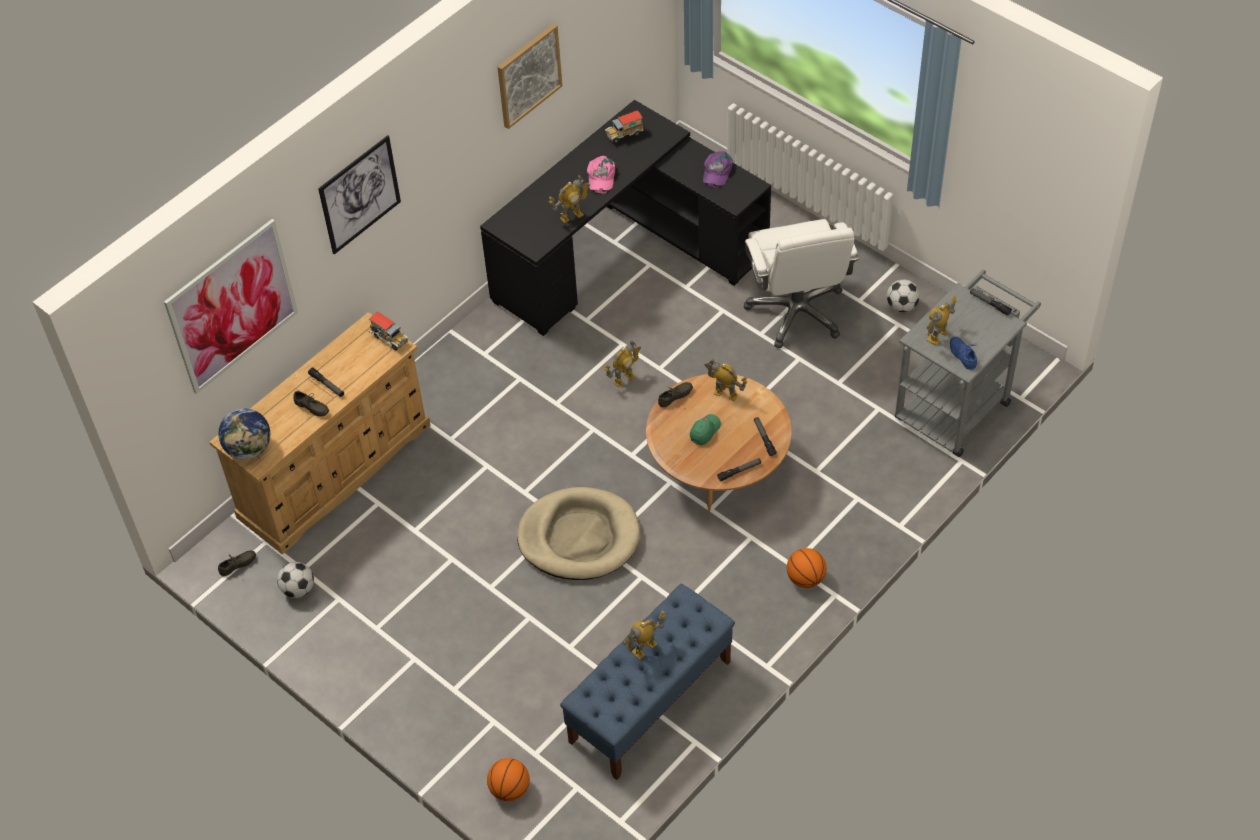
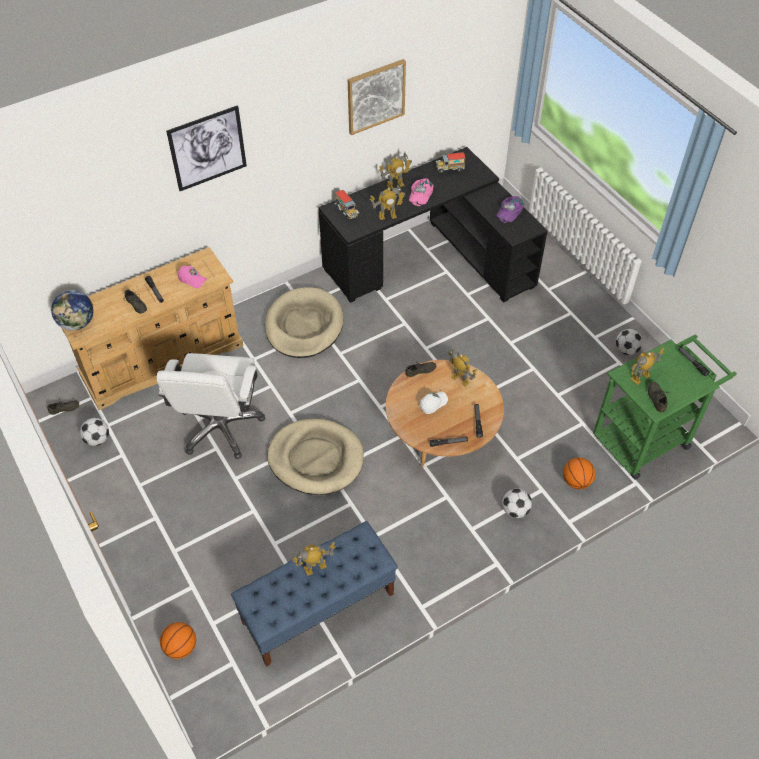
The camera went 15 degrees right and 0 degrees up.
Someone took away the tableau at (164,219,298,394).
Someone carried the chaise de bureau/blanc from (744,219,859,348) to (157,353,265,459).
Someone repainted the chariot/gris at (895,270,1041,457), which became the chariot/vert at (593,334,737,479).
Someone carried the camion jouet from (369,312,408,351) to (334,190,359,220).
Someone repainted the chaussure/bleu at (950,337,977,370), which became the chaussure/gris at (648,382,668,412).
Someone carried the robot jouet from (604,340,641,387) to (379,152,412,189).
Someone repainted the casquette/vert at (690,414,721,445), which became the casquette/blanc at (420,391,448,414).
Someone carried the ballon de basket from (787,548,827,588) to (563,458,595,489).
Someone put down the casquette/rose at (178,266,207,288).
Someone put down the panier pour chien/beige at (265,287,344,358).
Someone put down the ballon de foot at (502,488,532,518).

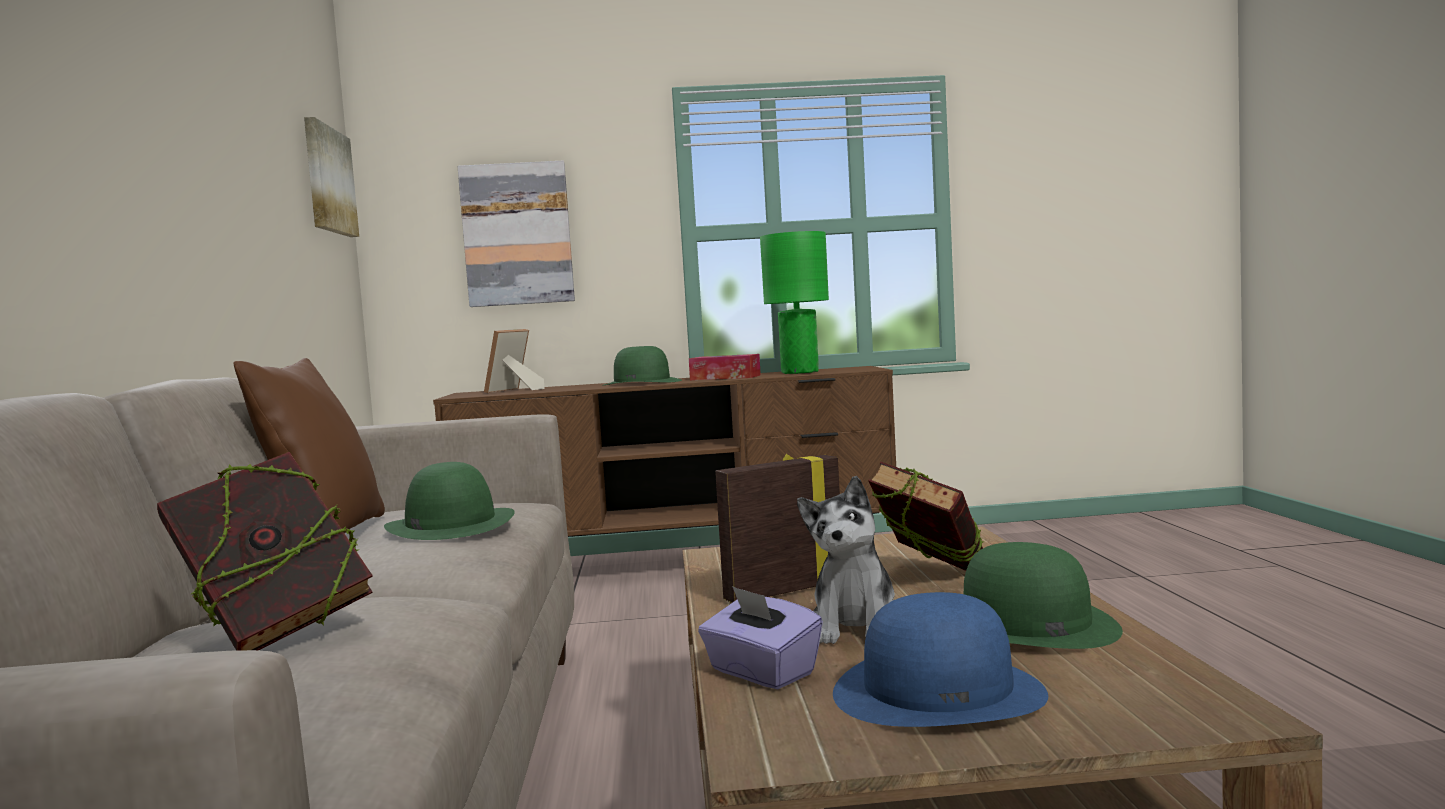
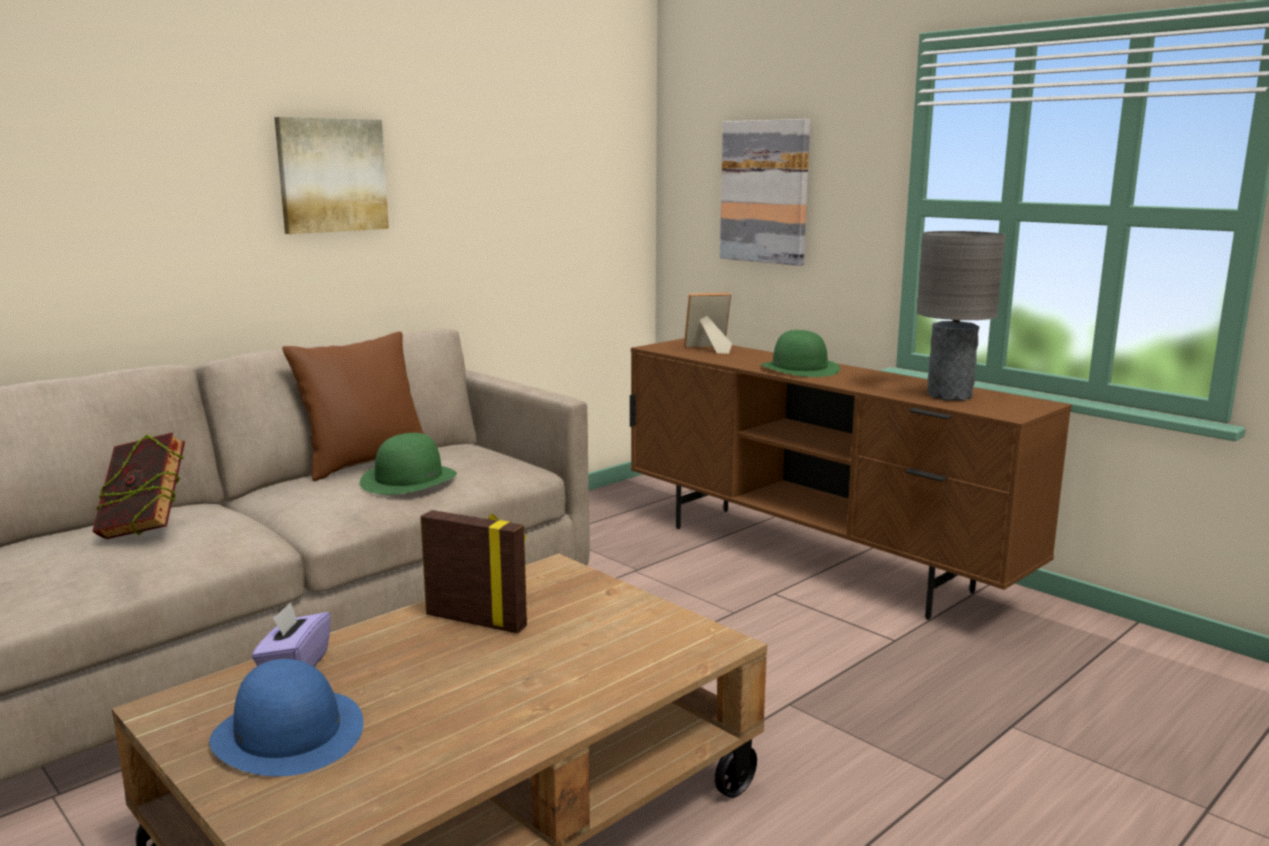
The camera went 50 degrees right and 10 degrees up.
Someone carried the tableau from (304,117,359,237) to (274,117,389,234).
Someone repainted the lampe de table/vert at (760,231,829,374), which became the lampe de table/gris at (917,231,1006,401).
Someone took away the boîte à mouchoirs at (689,354,761,380).
Someone took away the livre at (868,461,983,571).
Someone took away the peluche at (797,476,895,644).
Someone took away the chapeau/vert at (964,542,1123,649).

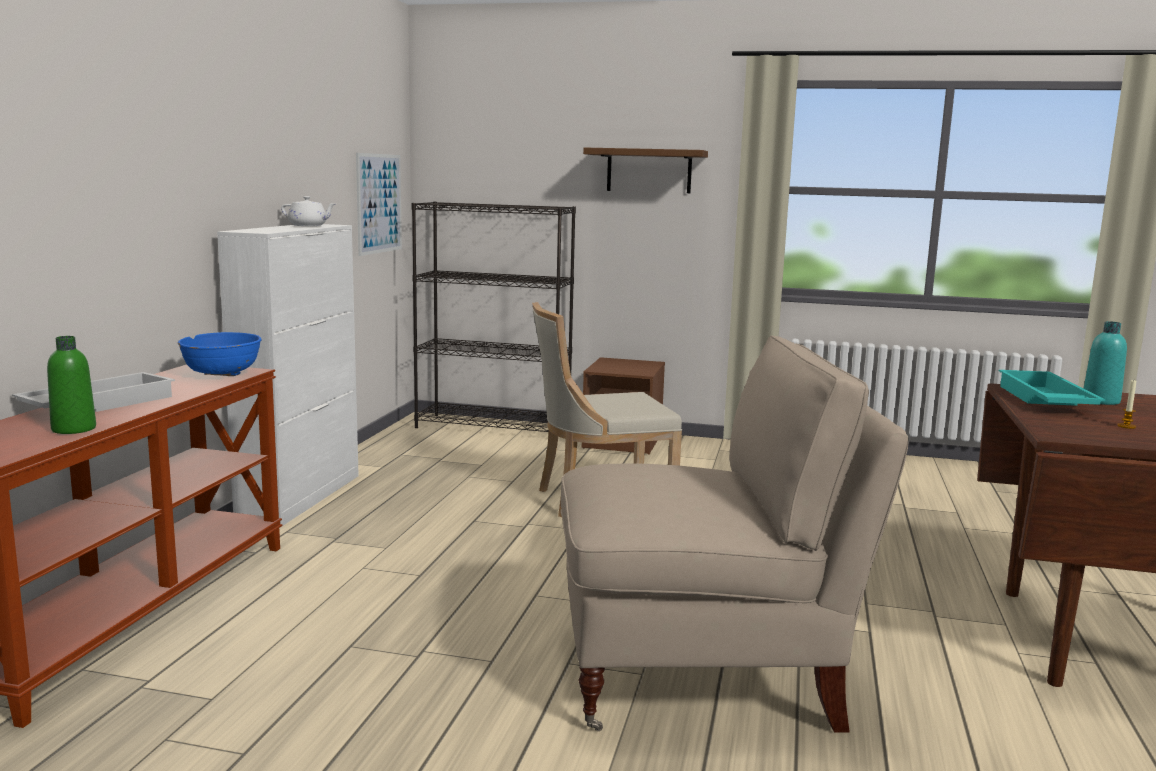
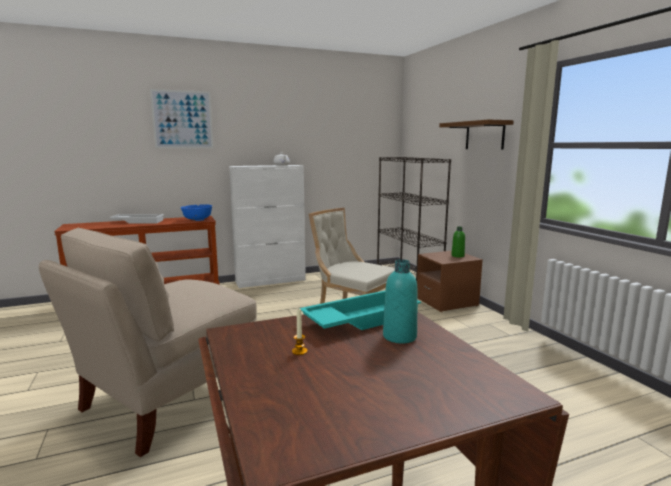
The camera went 55 degrees right and 0 degrees up.
Someone carried the tableau from (356,153,402,256) to (150,89,213,148).
Someone rotated the chaise/beige at (560,335,909,733) by 75 degrees clockwise.
Someone carried the bouteille/vert from (47,336,96,434) to (451,227,465,258).

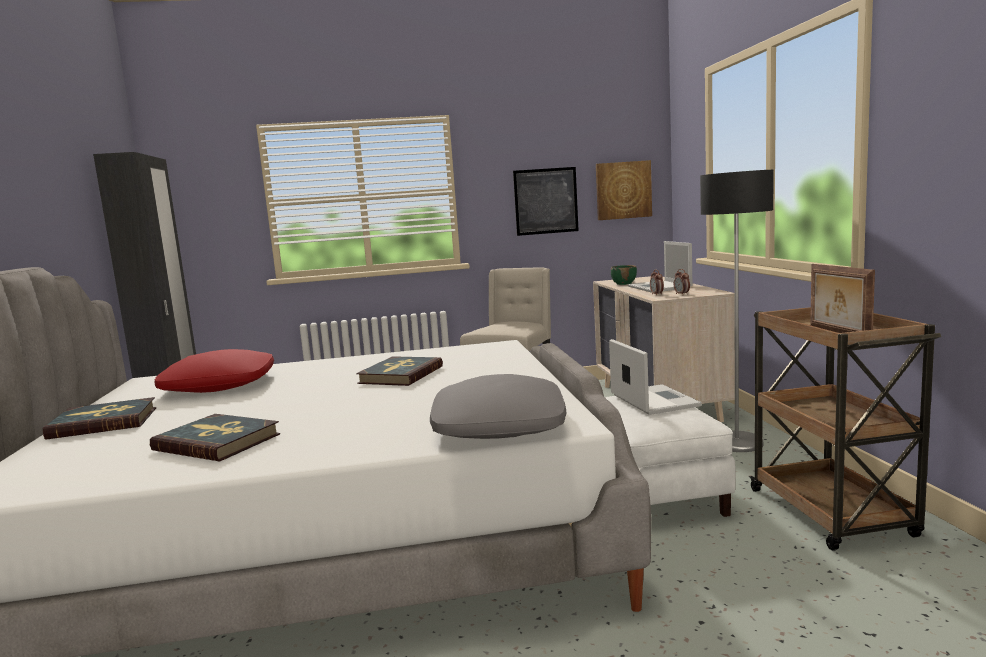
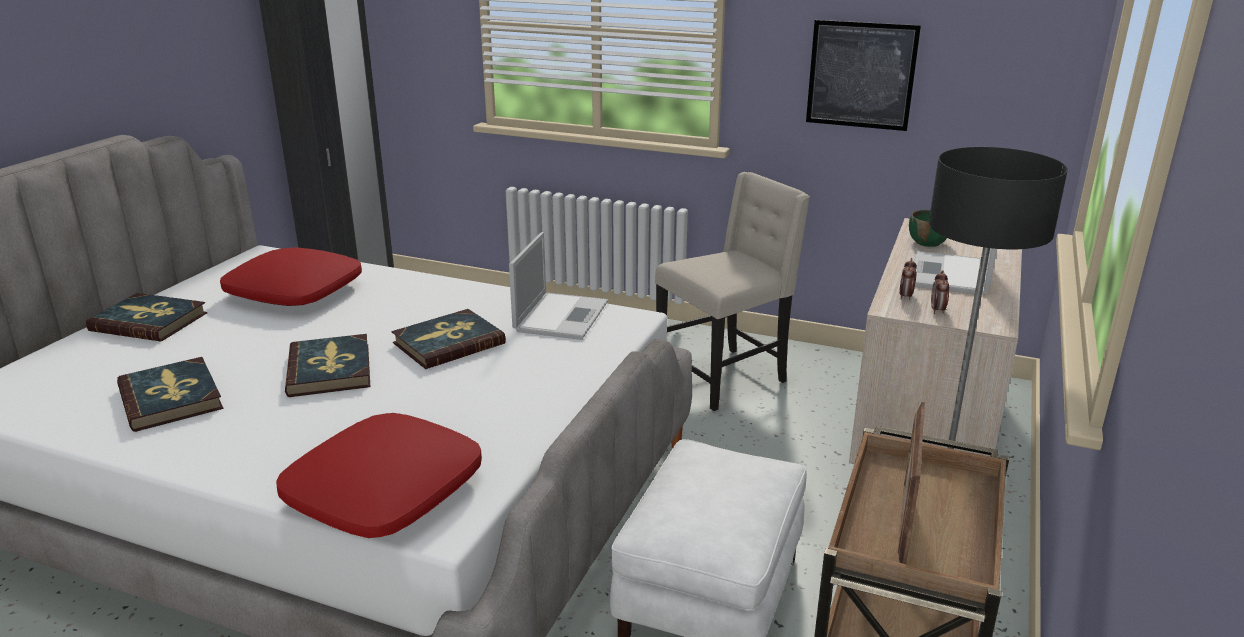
The camera went 30 degrees right and 15 degrees up.
Someone took away the tableau at (596,160,652,220).
Someone carried the ordinateur portable from (609,339,702,415) to (509,232,608,340).
Someone repainted the coussin/gris at (430,374,567,439), which became the coussin/rouge at (276,413,482,538).
Someone put down the livre at (285,334,370,397).

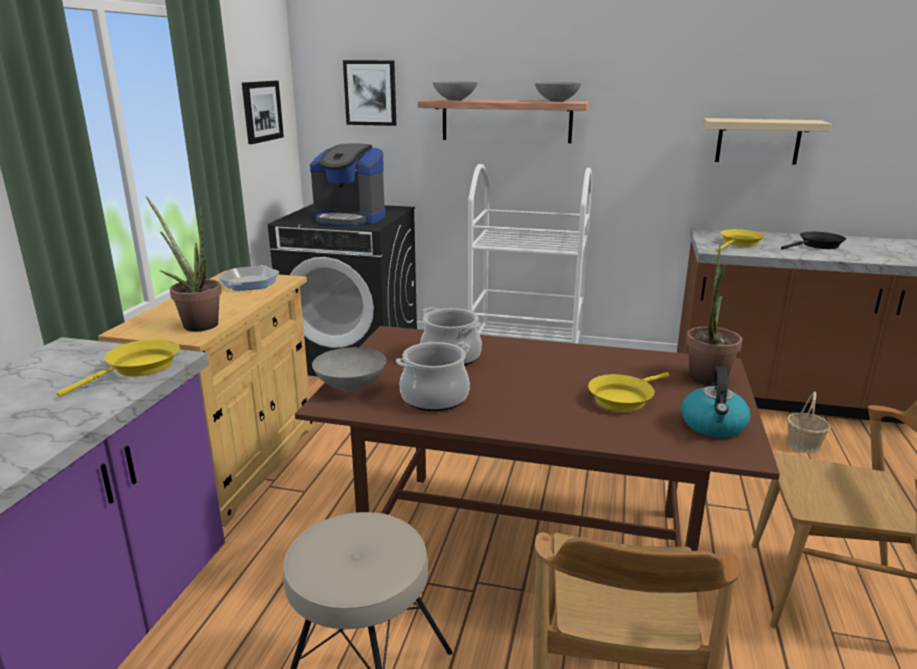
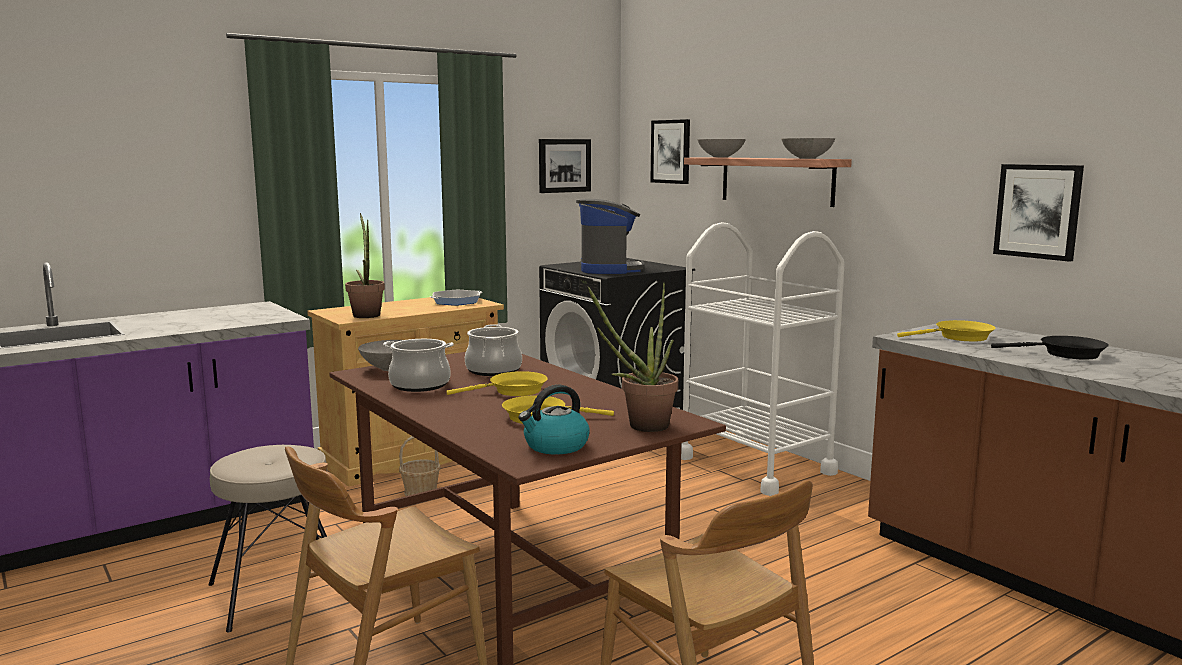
The camera went 40 degrees right and 10 degrees down.
Someone swapped the étagère/beige at (703,118,831,165) for the tableau at (993,164,1084,262).
Someone rotated the machine à café at (310,144,385,226) by 150 degrees counterclockwise.
Someone carried the poêle/jaune from (57,339,180,397) to (446,371,548,396).
Someone carried the panier from (786,391,831,453) to (399,436,441,496).

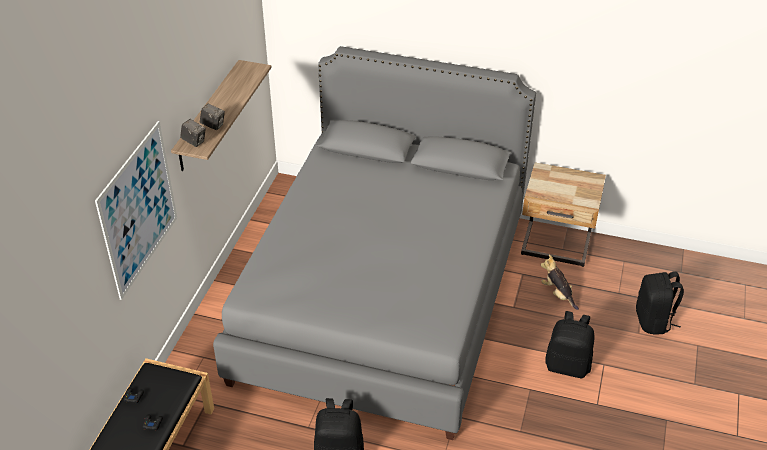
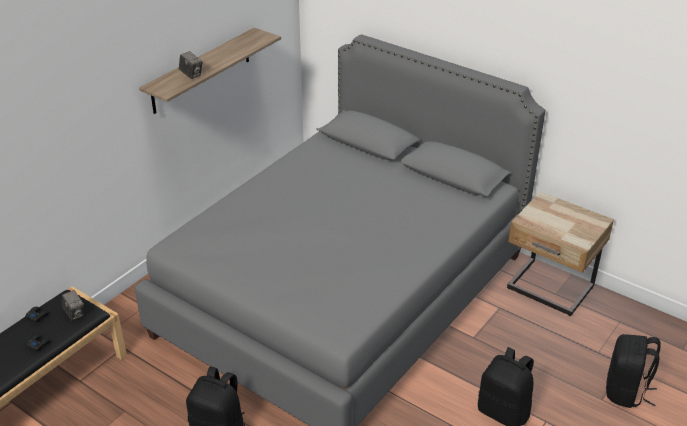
The camera went 20 degrees right and 5 degrees down.
Someone carried the appareil photo from (180,119,206,147) to (62,290,84,321).
Someone took away the tableau at (95,121,177,300).
Someone took away the peluche at (541,255,579,310).

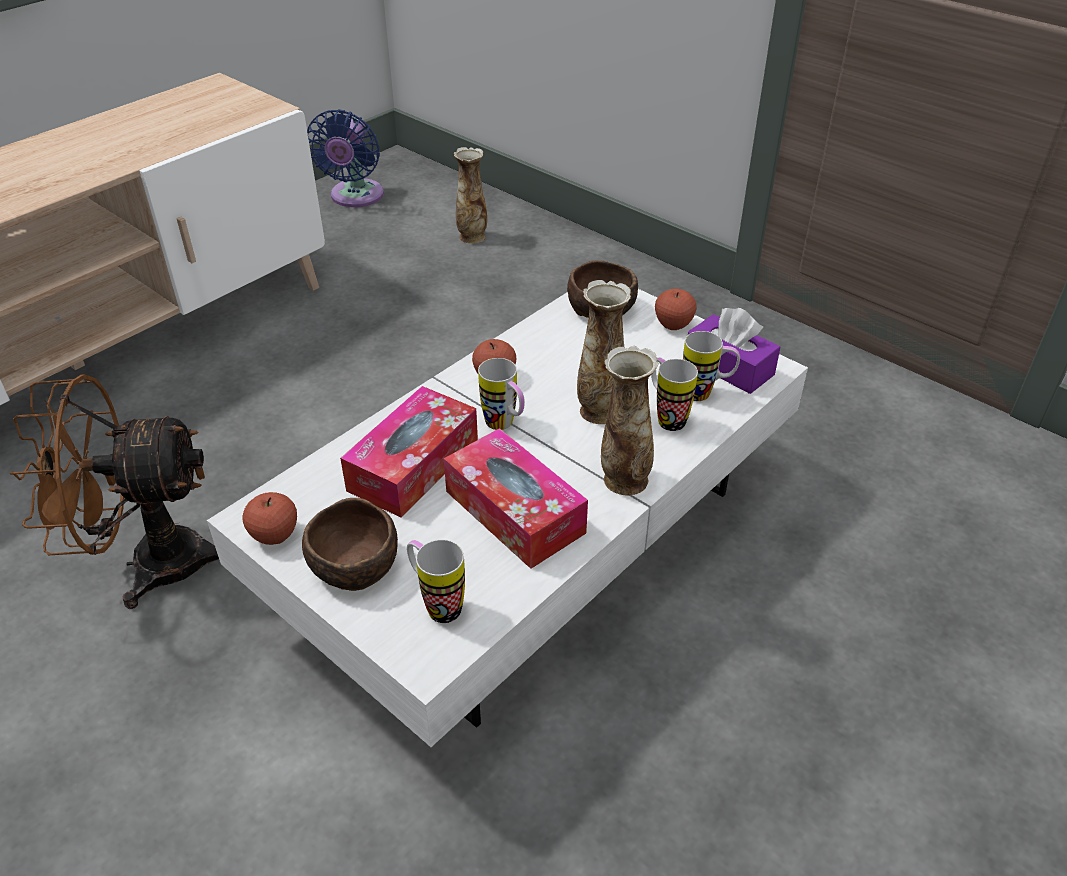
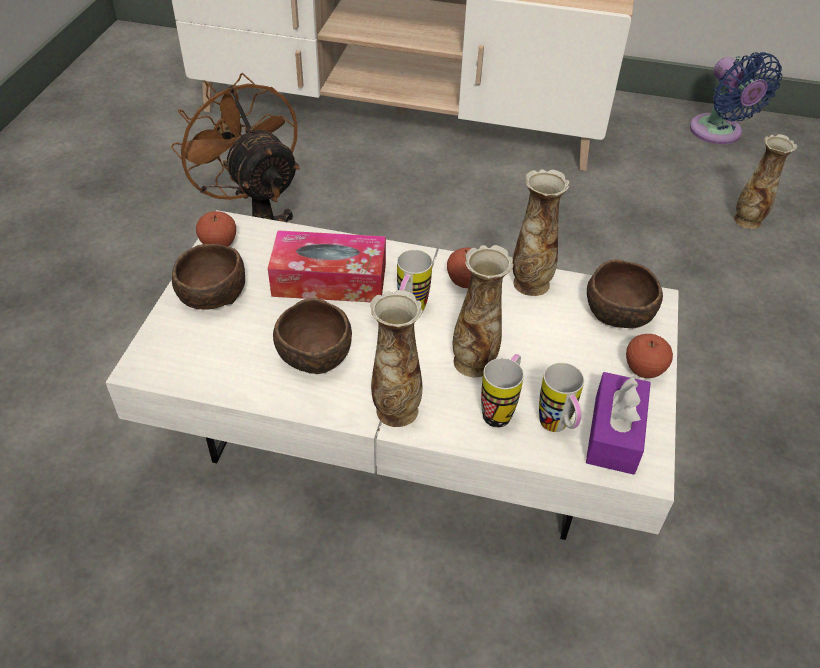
The camera went 60 degrees right and 5 degrees up.
Someone rotated the ventilateur/bleu at (307,109,384,207) by 90 degrees counterclockwise.
Someone swapped the boîte à mouchoirs at (444,428,588,569) for the bol/marron at (273,298,352,374).
Someone took away the mug at (407,539,465,623).
Someone put down the vase at (513,169,569,296).

